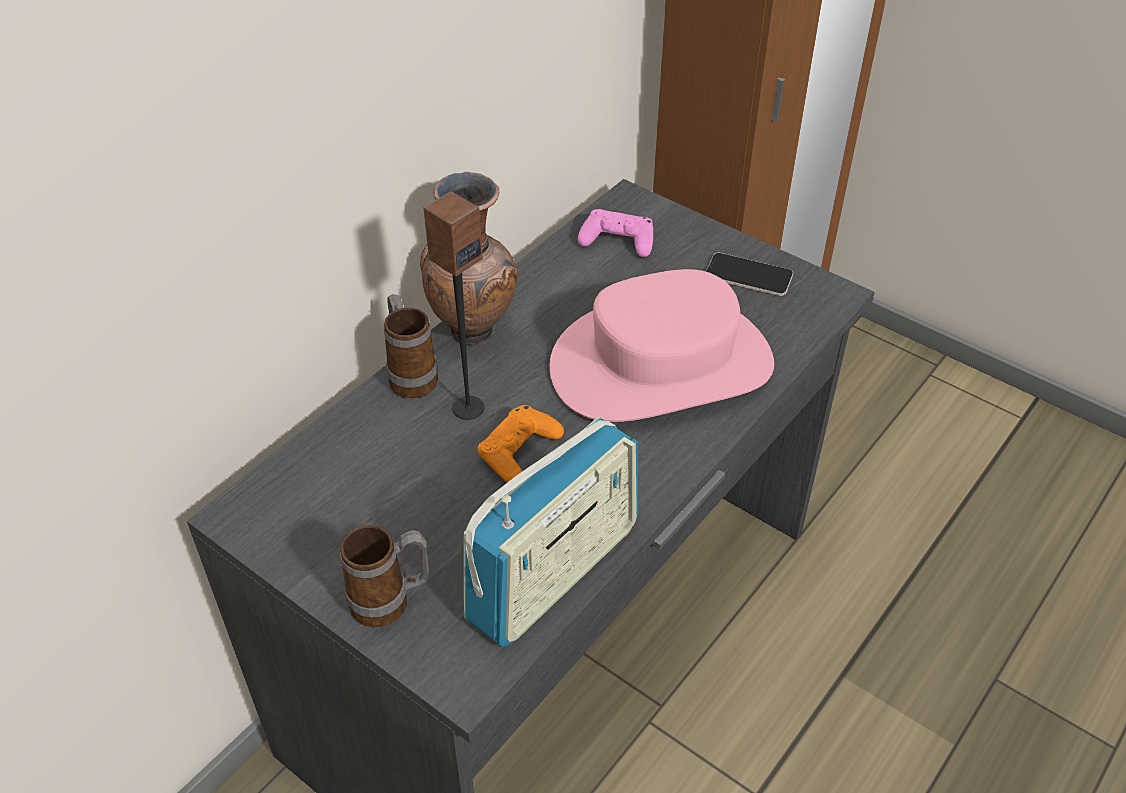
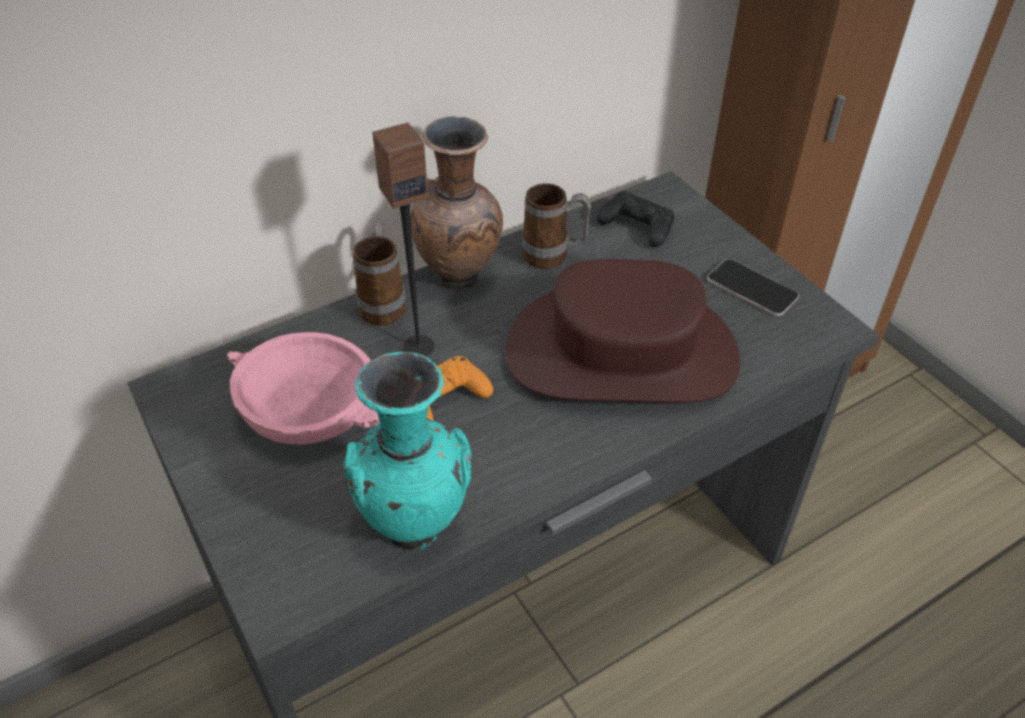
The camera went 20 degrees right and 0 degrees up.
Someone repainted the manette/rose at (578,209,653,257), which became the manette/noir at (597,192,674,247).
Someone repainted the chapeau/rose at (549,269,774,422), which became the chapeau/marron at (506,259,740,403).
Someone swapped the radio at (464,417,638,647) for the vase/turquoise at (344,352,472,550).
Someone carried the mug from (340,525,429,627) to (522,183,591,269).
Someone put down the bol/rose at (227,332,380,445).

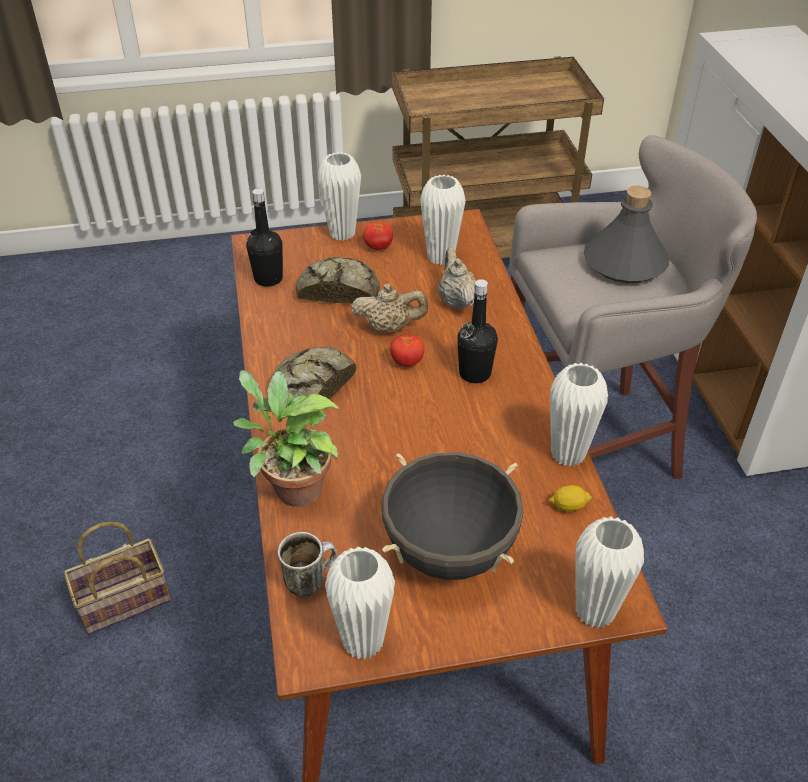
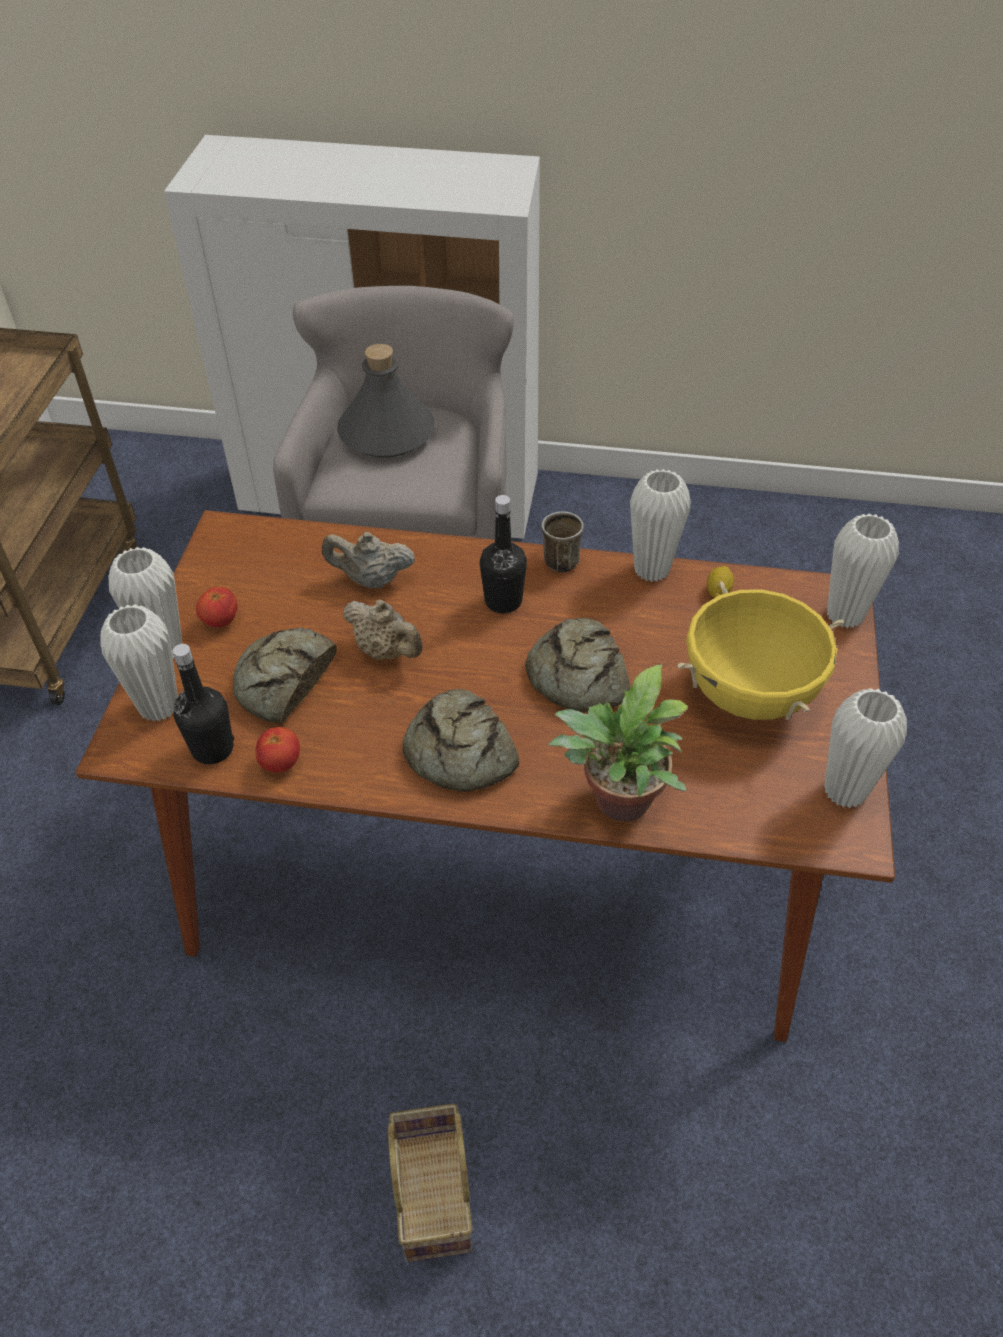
The camera went 70 degrees left and 5 degrees up.
Someone carried the vase/blanc from (420,175,466,265) to (100,604,178,722).
Someone rotated the théière/beige at (351,283,428,332) by 105 degrees clockwise.
Someone carried the tomate from (390,335,424,367) to (255,727,300,773).
Someone repainted the marmite/noir at (381,452,524,580), which became the marmite/jaune at (677,581,844,720).
Someone carried the mug from (278,532,337,597) to (541,511,584,573).
Someone put down the pain at (525,618,631,711).

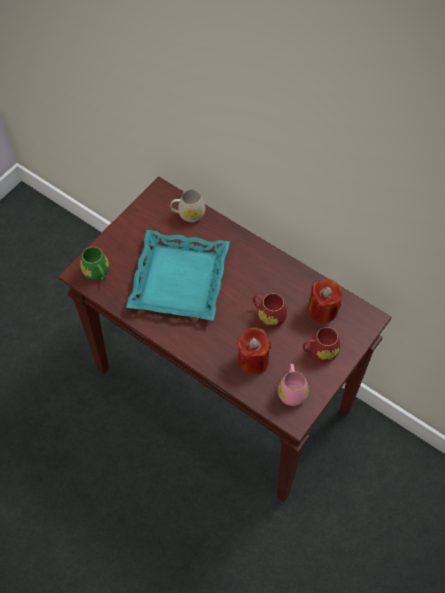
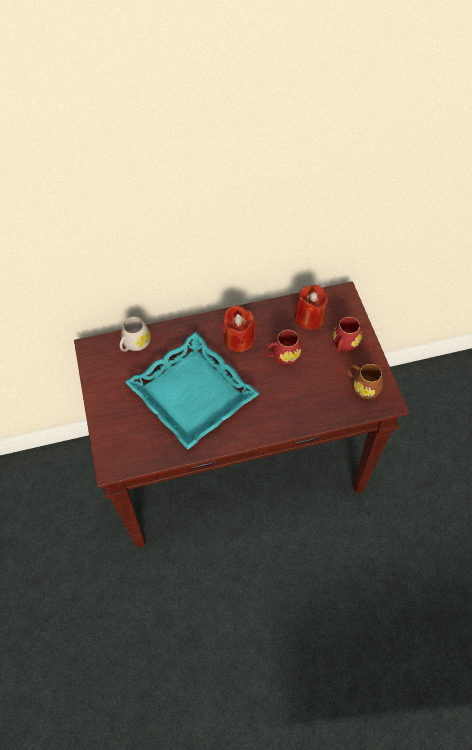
The camera went 50 degrees left and 0 degrees up.
Someone took away the mug/vert at (80,247,109,281).
Someone carried the bougie/rouge from (238,327,271,374) to (222,305,256,352).
Someone repainted the mug/rose at (278,364,309,406), which became the mug/marron at (348,364,383,399).

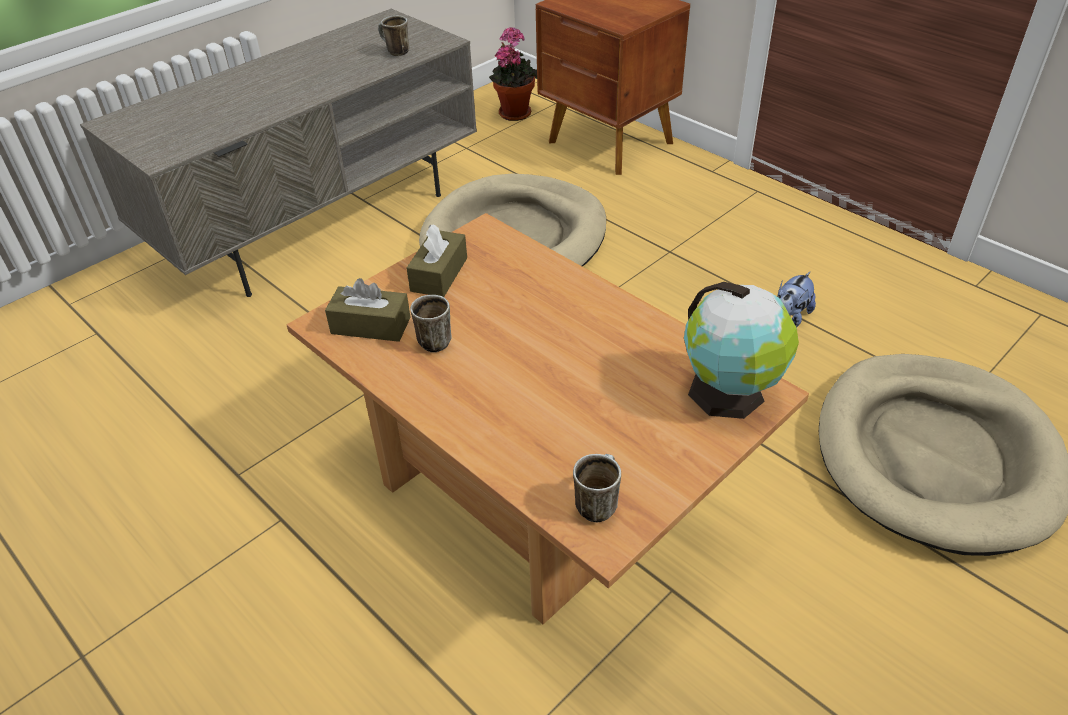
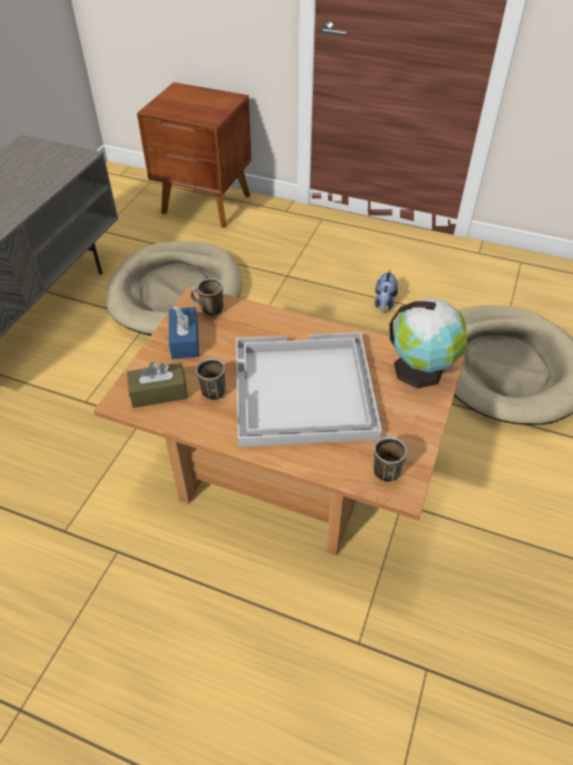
The camera went 25 degrees left and 5 degrees up.
Someone carried the mug from (378,16,409,56) to (190,278,223,316).
Someone took away the plante en pot at (489,27,537,121).
Someone repainted the boîte à mouchoirs/marron at (407,224,467,297), which became the boîte à mouchoirs/bleu at (169,306,199,359).
Someone put down the plateau/blanc at (236,332,382,447).

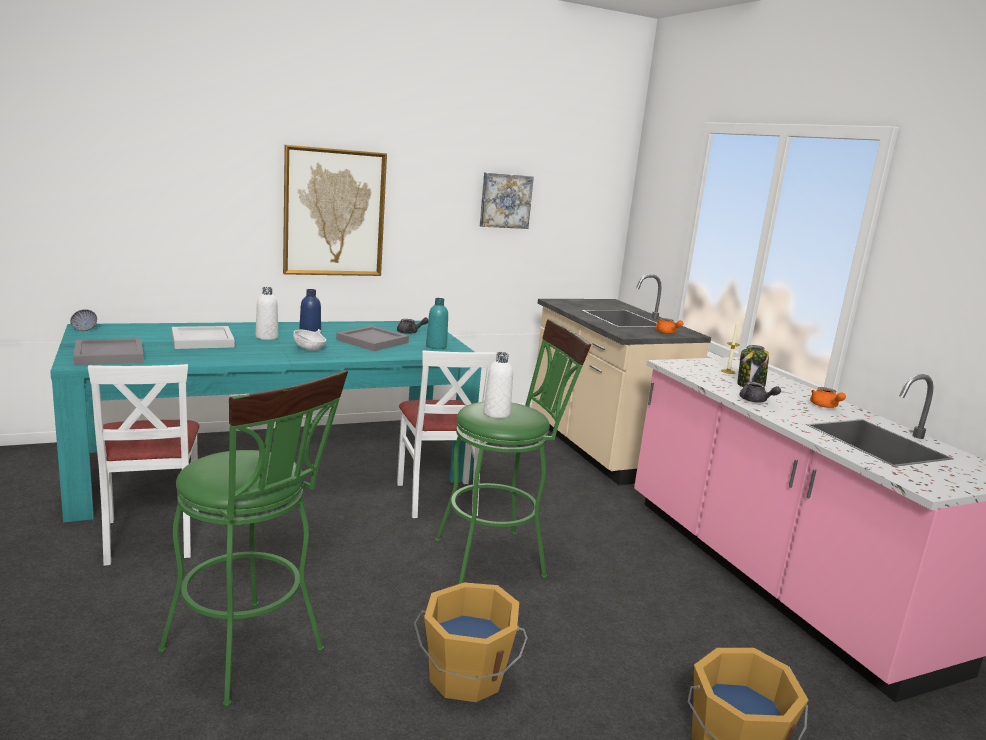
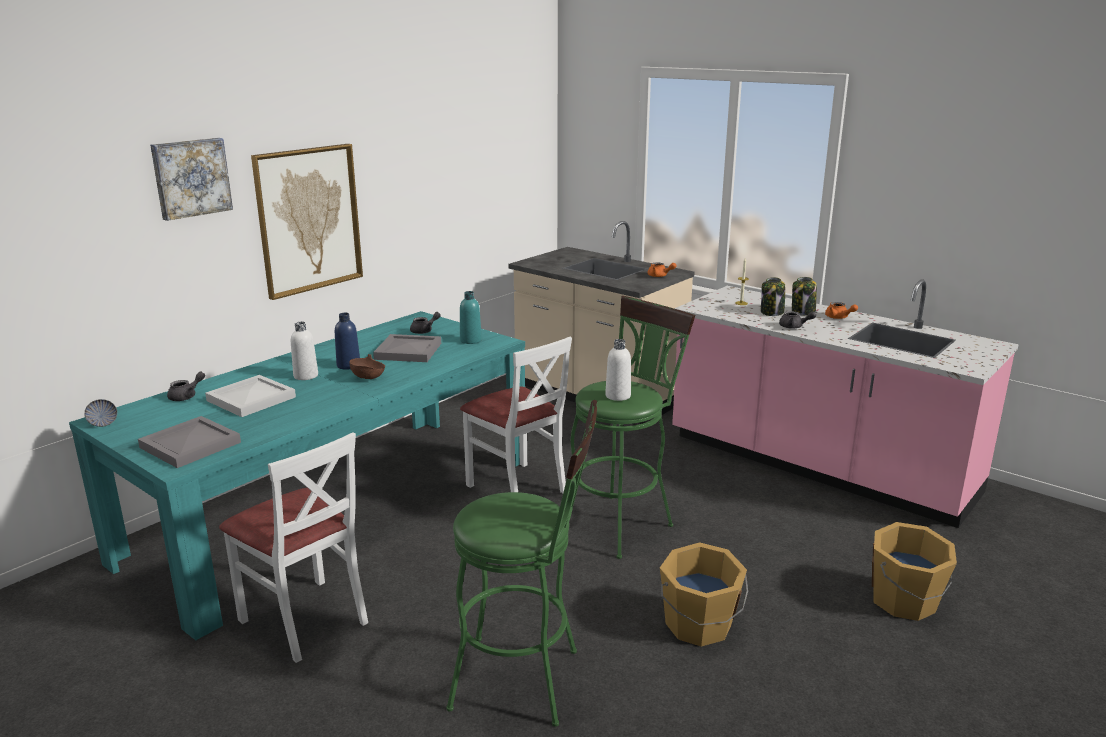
The camera went 25 degrees left and 5 degrees up.
Someone carried the tableau from (480,172,534,229) to (150,138,233,221).
Someone repainted the bol/blanc at (293,329,326,351), which became the bol/marron at (349,354,385,379).
Someone put down the bocal at (792,277,817,315).
Someone put down the théière/gris at (167,372,205,401).

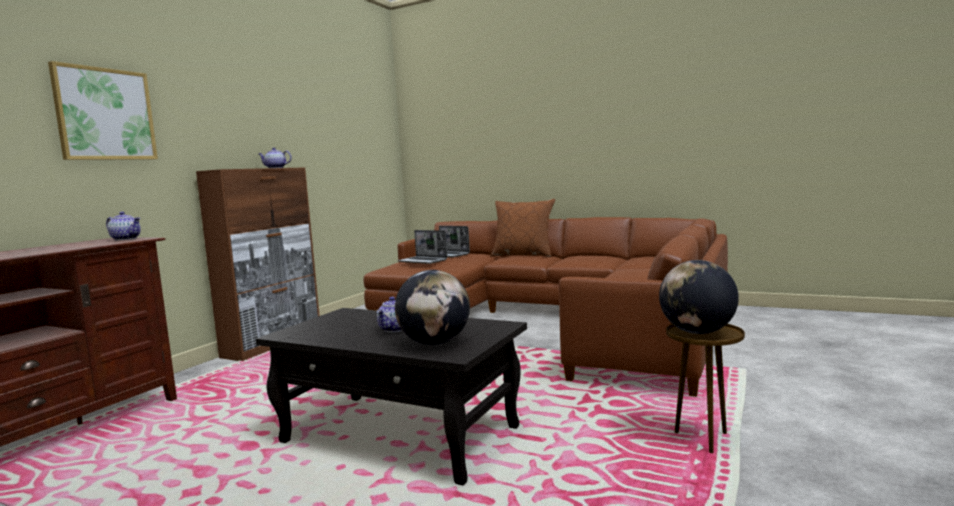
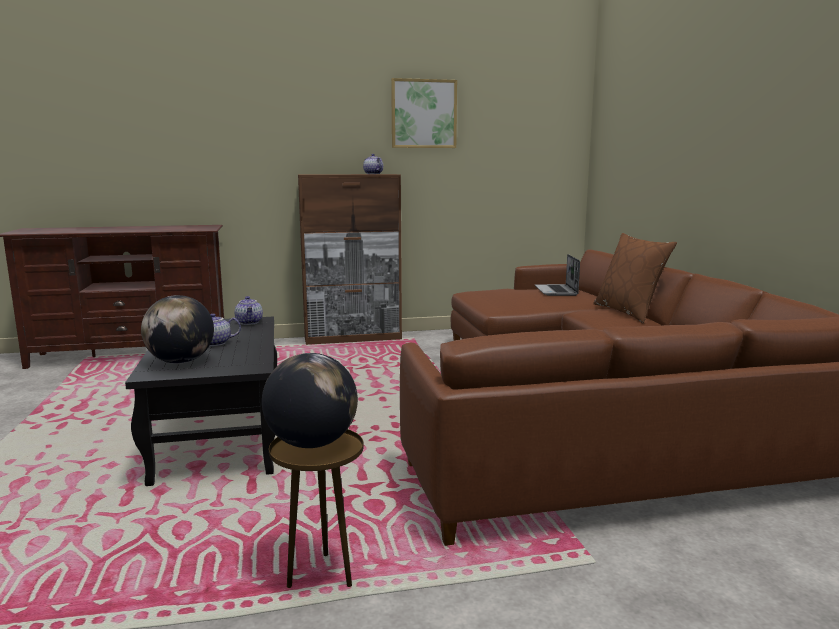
The camera went 50 degrees right and 5 degrees up.
Someone carried the tableau from (48,61,158,160) to (391,78,457,148).
Someone carried the théière from (106,212,141,240) to (235,296,263,325).
Someone took away the ordinateur portable at (398,230,447,264).

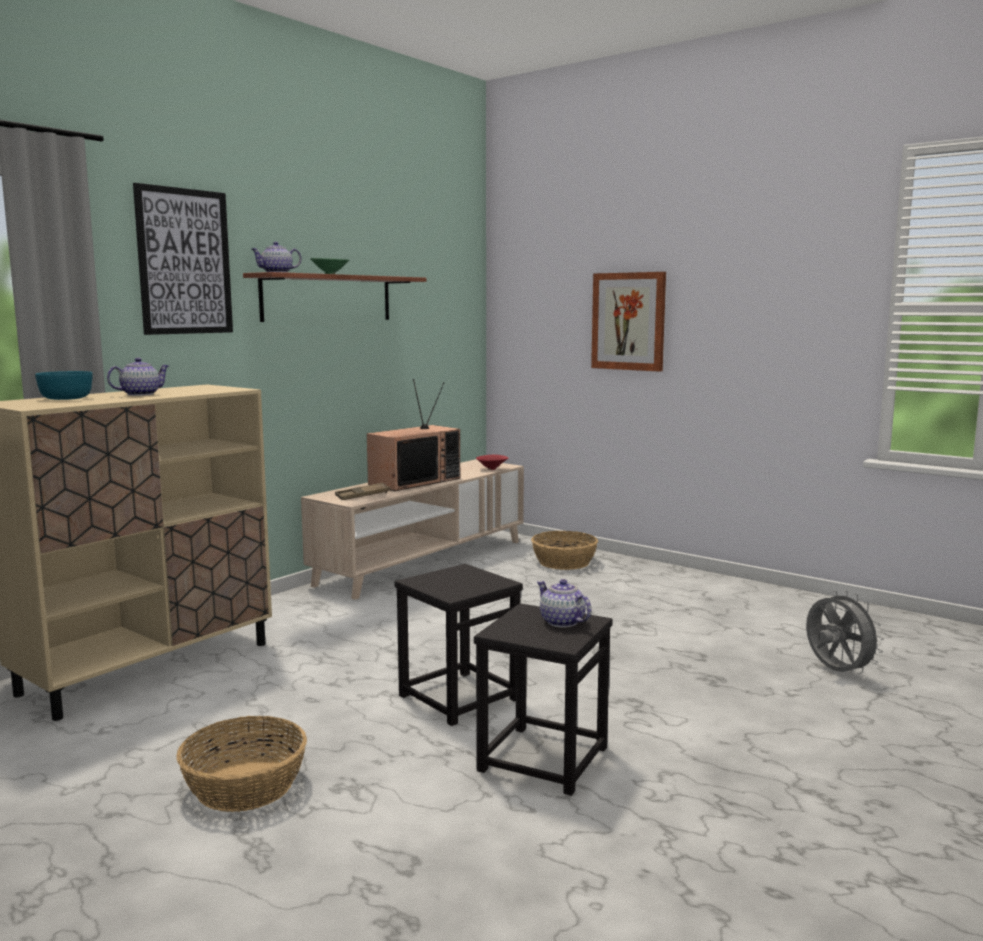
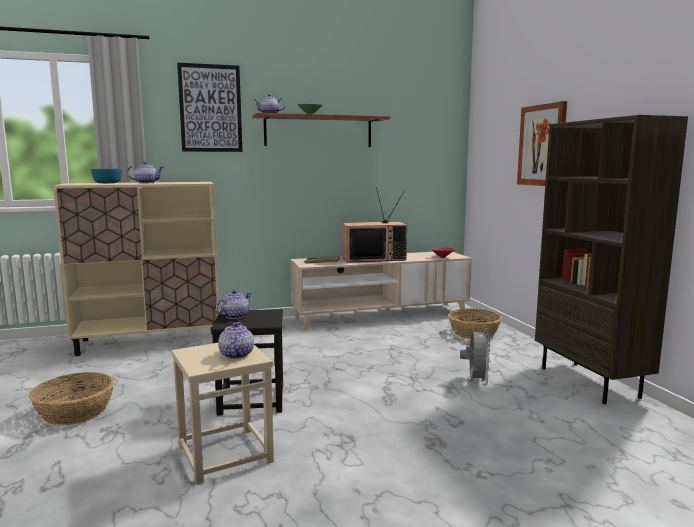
The camera went 35 degrees right and 0 degrees up.
Someone carried the ventilateur/gris from (806,590,884,674) to (460,326,491,385).
Someone repainted the tabouret/noir at (474,603,613,796), which became the tabouret/beige at (171,343,274,484).
Someone put down the bibliothèque/marron at (535,115,688,404).
Someone put down the théière at (216,290,252,319).

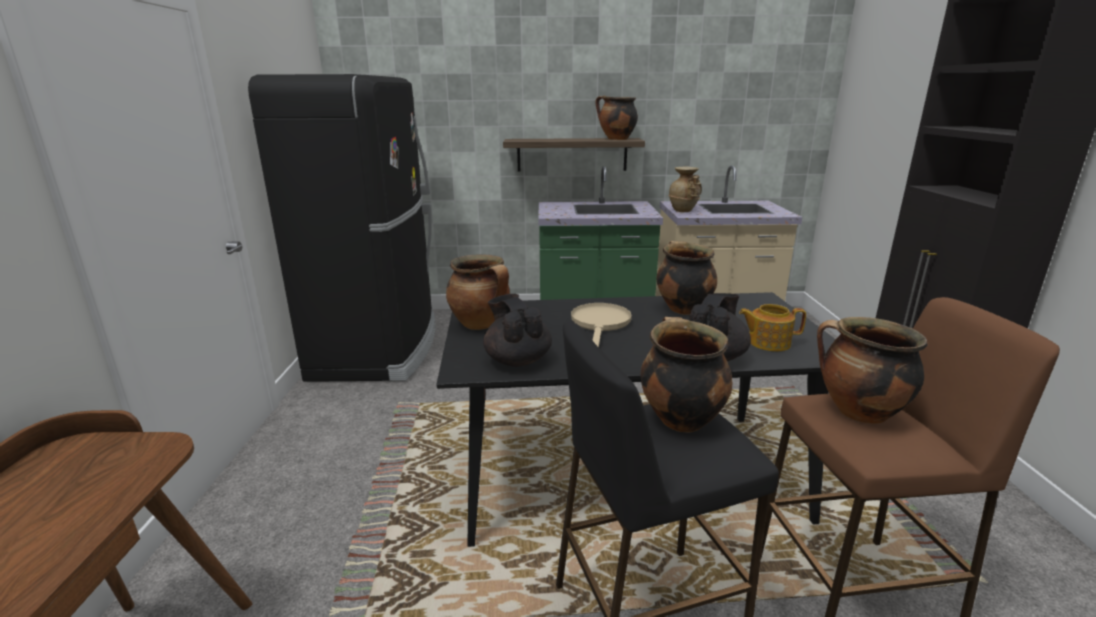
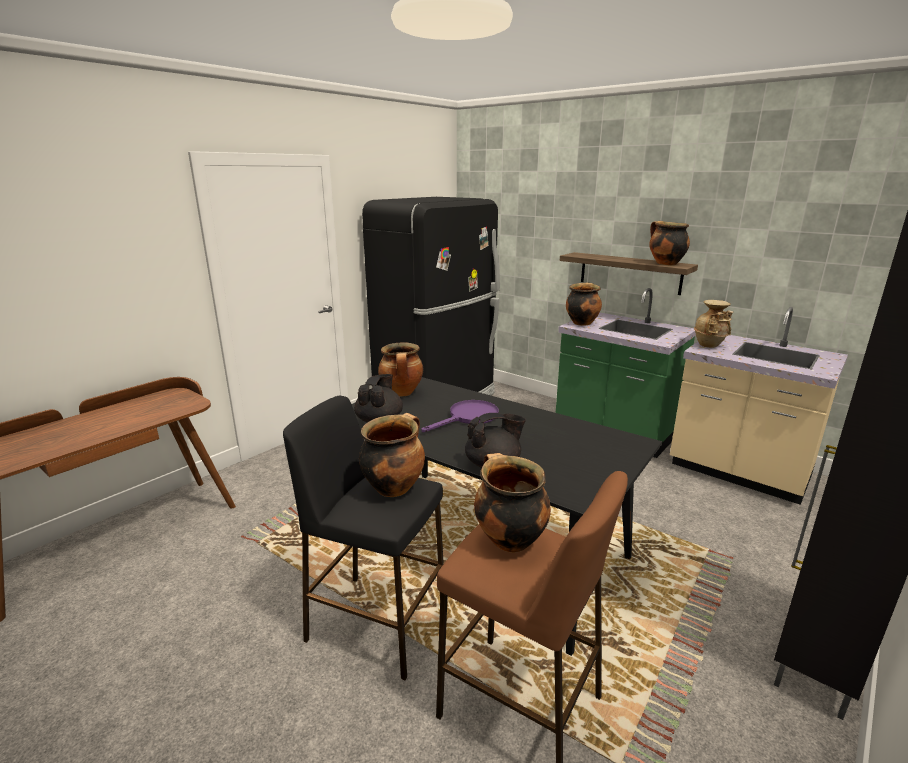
The camera went 40 degrees right and 0 degrees up.
Someone carried the marmite from (657,241,717,315) to (566,282,602,326).
Someone repainted the poêle/beige at (571,303,632,347), which became the poêle/violet at (421,400,498,432).
Someone took away the théière at (739,304,806,351).

